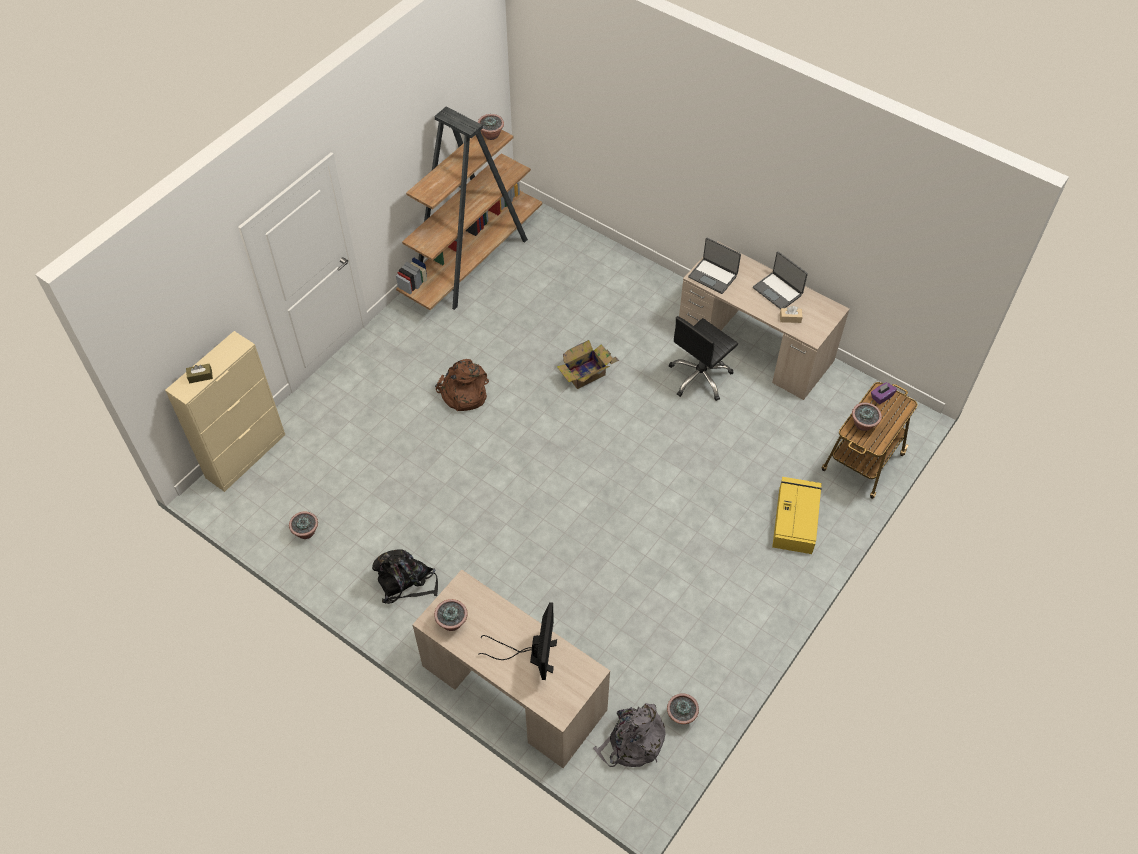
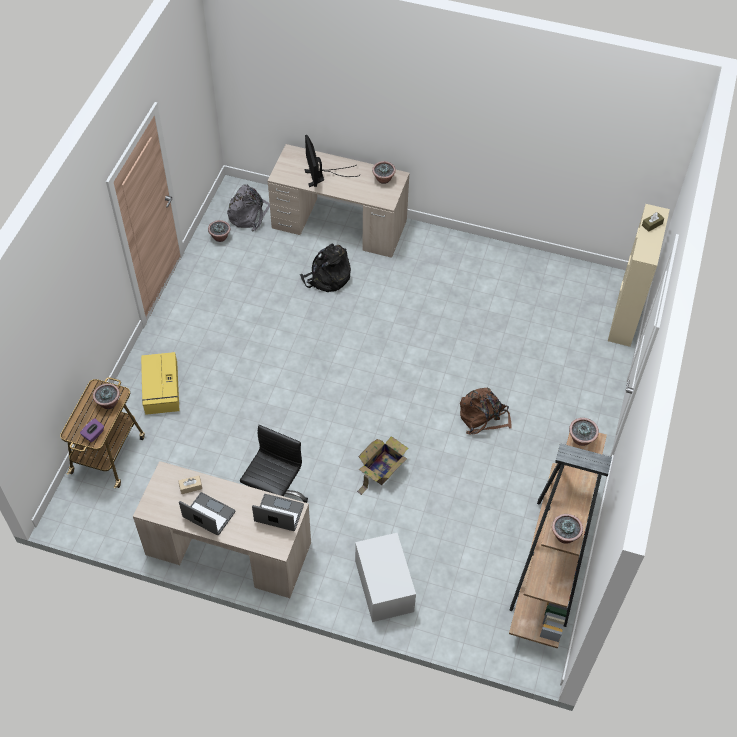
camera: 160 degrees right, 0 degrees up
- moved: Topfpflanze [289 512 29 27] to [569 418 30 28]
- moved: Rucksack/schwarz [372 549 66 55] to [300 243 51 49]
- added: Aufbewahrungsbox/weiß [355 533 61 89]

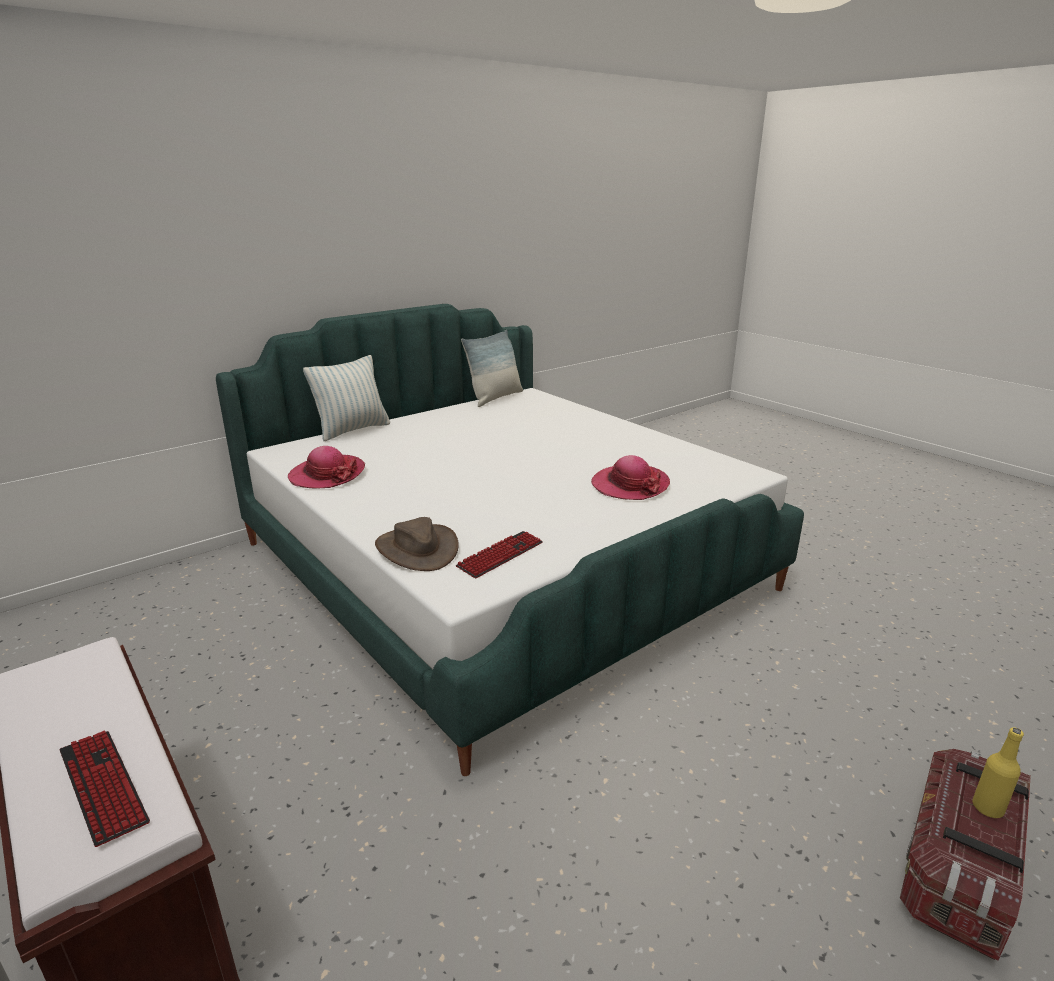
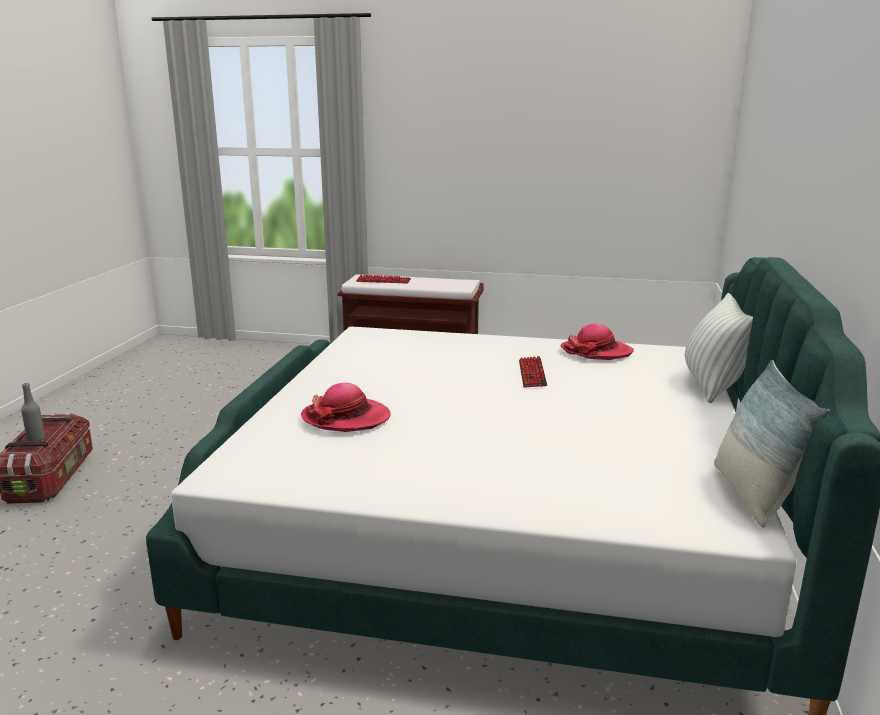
camera: 140 degrees right, 5 degrees down
- removed: Hut/braun [375 517 84 54]
- moved: Tastatur [456 531 87 47] to [519 356 28 32]
- recoloured: Flasche/gelb [972 727 52 91] to Flasche/grau [21 383 24 59]

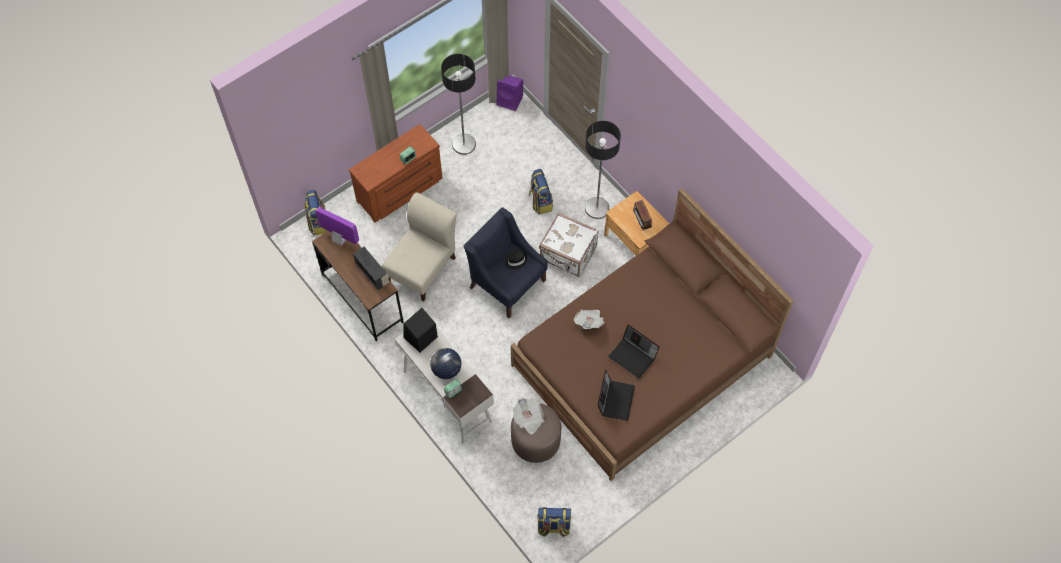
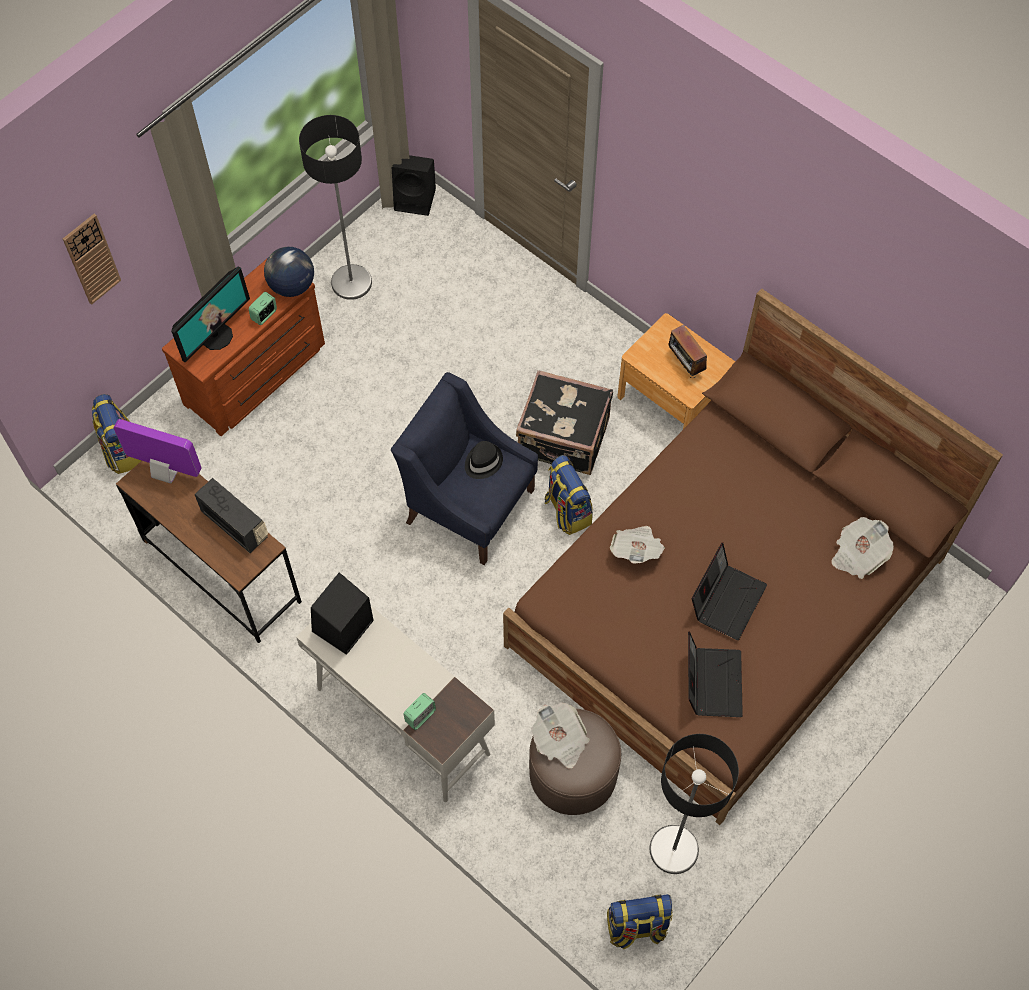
camera: 10 degrees left, 0 degrees up
- recoloured: Lautsprecher/lila [496 75 27 36] to Lautsprecher/schwarz [392 155 44 61]
- moved: Stehlampe [585 121 36 98] to [650 734 89 140]
- moved: Rucksack [529 169 24 45] to [545 455 48 80]
- removed: Stuhl/beige [381 192 76 109]
- recoloured: Koffer/weiß [539 213 60 64] to Koffer/schwarz [516 370 97 105]
- turned: Laptop [608 325 51 53] = [692 543 75 97] 90 degrees counterclockwise
- moved: Globus [430 348 31 31] to [264 247 50 50]
- added: Wanduhr [63 214 58 91]
- added: Monitor [171 266 79 96]
- added: Zeitung [831 517 63 62]

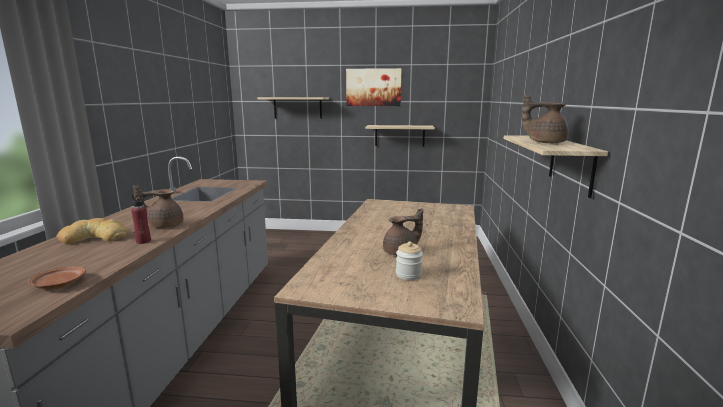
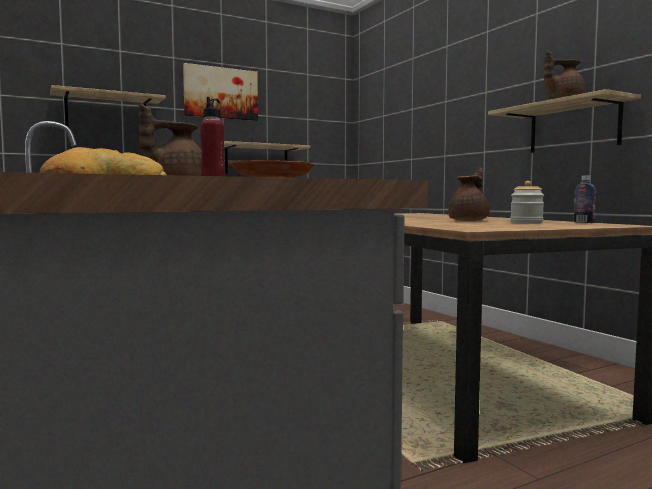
camera: 35 degrees left, 10 degrees down
- added: Flasche [574 175 22 48]

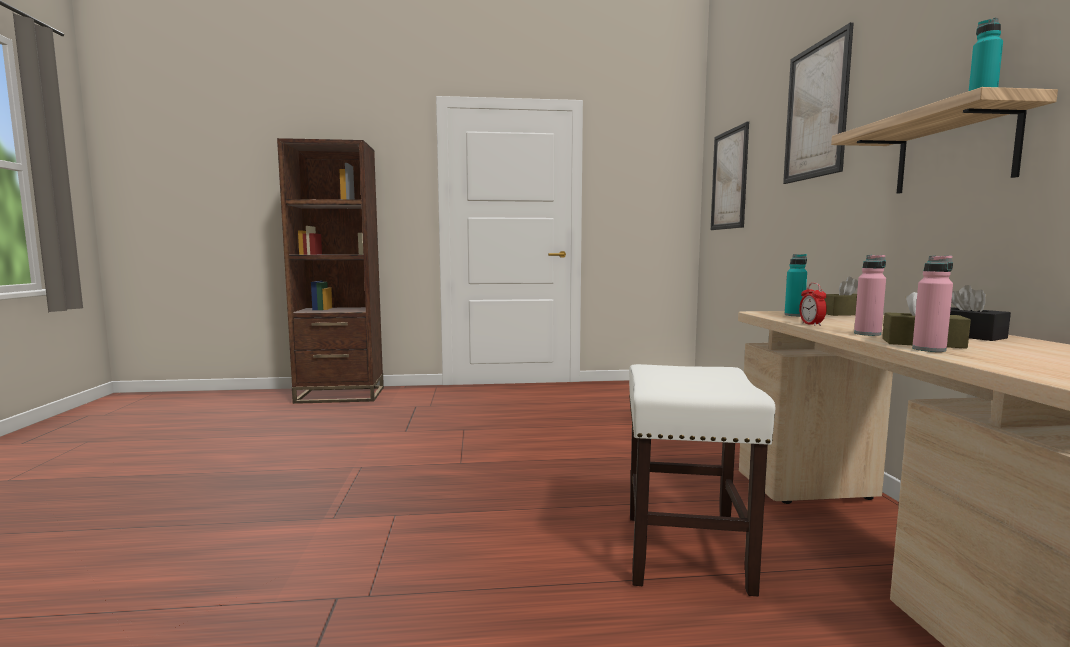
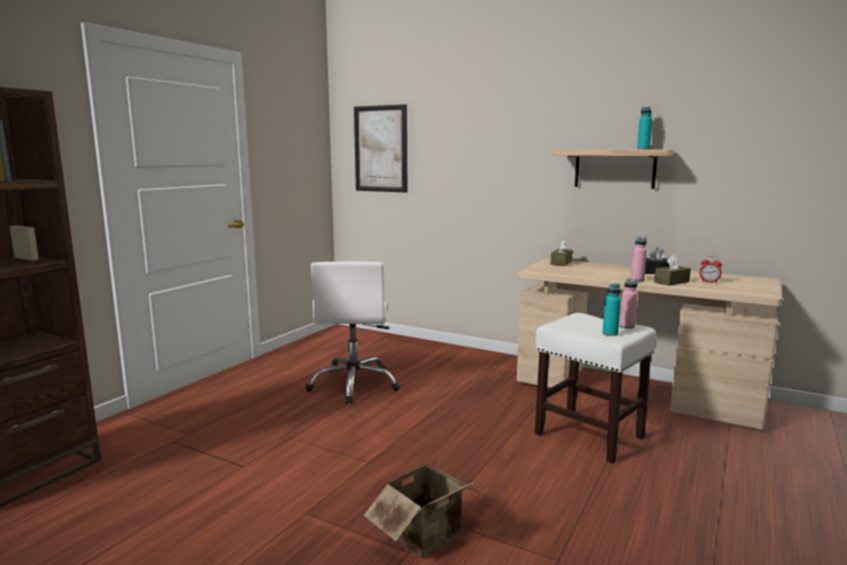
camera: 55 degrees left, 5 degrees up
- removed: Bild [783 22 71 162]
- moved: Flasche/türkis [784 254 23 62] to [602 283 19 53]
- moved: Flasche/rosa [912 255 41 97] to [619 278 18 51]
- moved: Wecker [799 283 28 43] to [700 256 22 27]
- added: Bürostuhl/weiß [305 262 95 142]
- added: Karton [364 458 117 100]

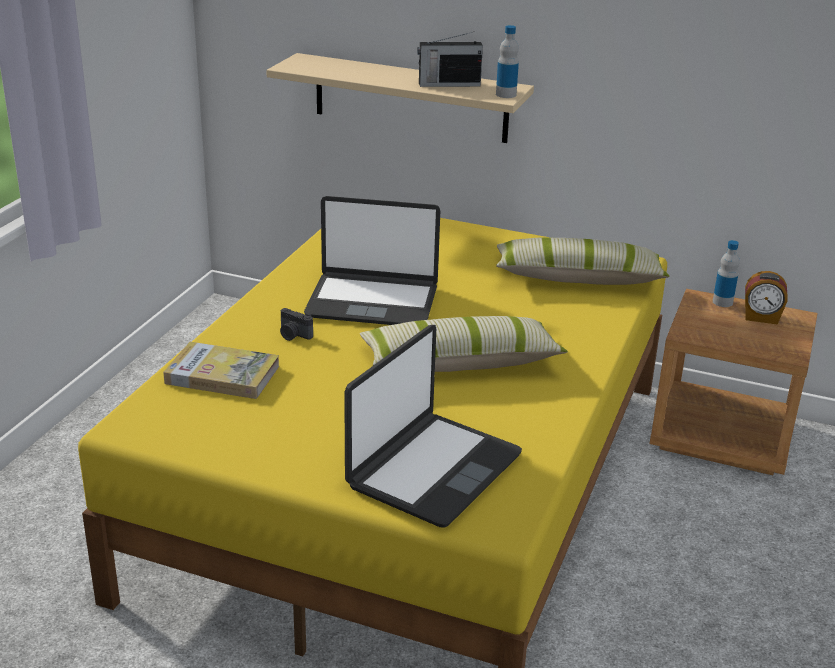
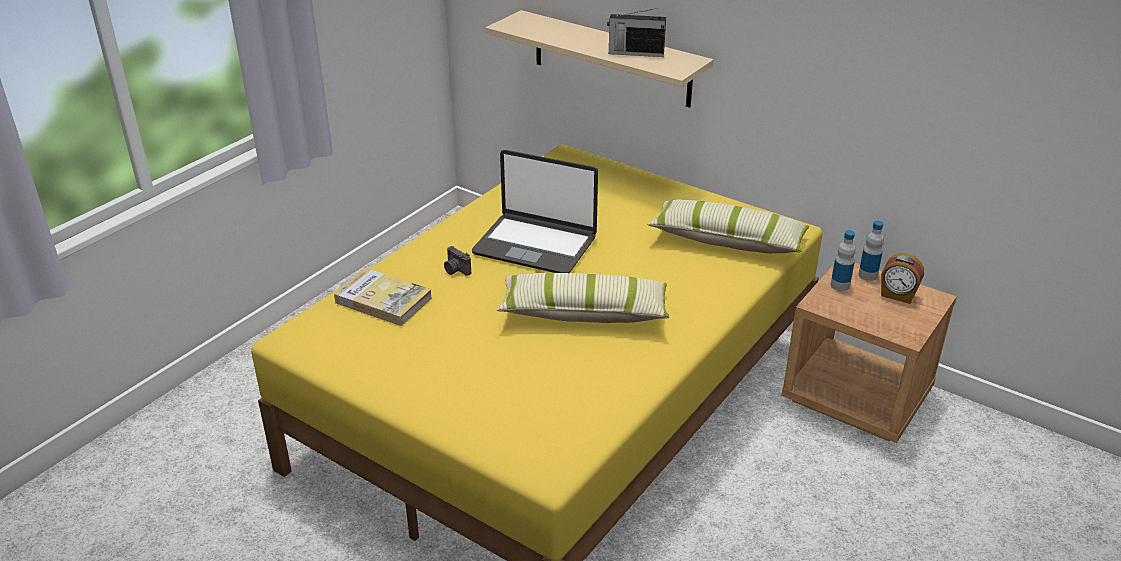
camera: 15 degrees right, 5 degrees up
- moved: Flasche [496 25 23 73] to [831 230 25 61]
- removed: Laptop [344 325 178 203]

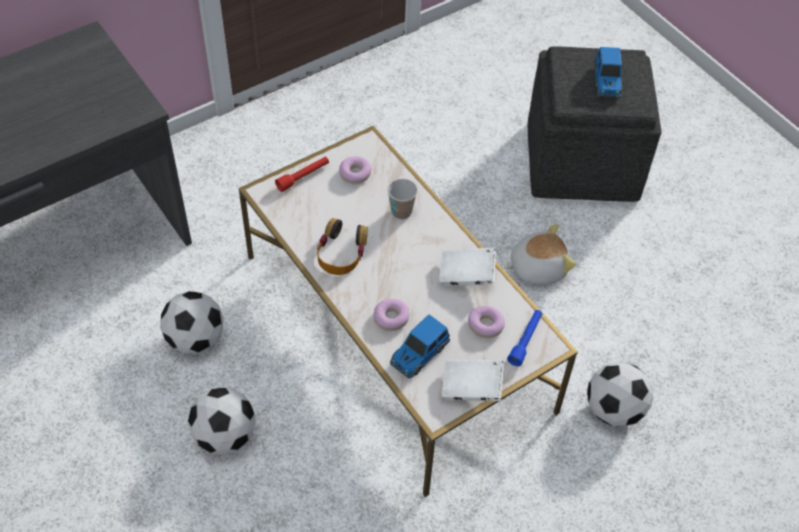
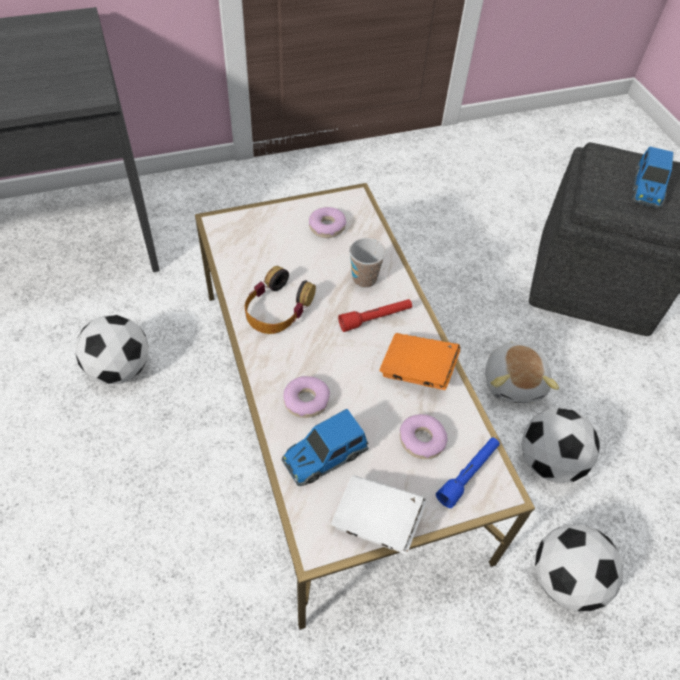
camera: 15 degrees right, 0 degrees up
- moved: Taschenlampe/rot [275 157 54 35] to [338 299 74 33]
- turned: Plüschtier [505 224 71 61] = [485 341 74 62] 90 degrees clockwise
- recoloured: Buch/weiß [439 247 57 39] to Buch/orange [379 333 81 57]
- moved: Fußball [188 387 67 67] to [521 408 79 75]

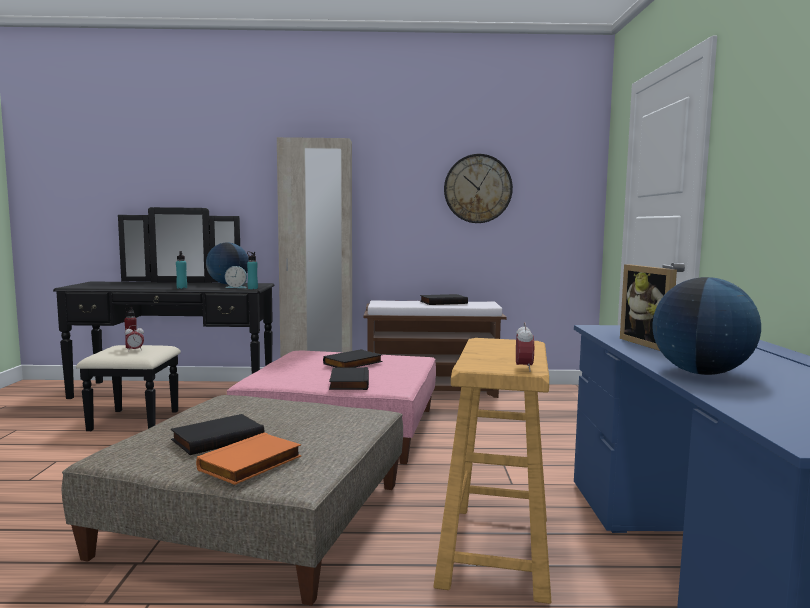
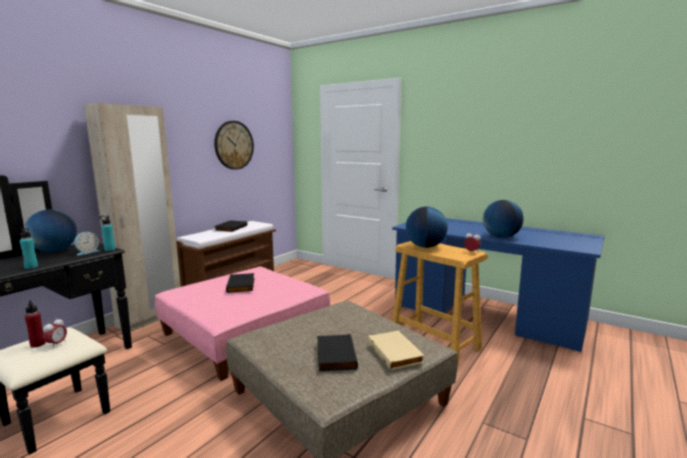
camera: 55 degrees left, 5 degrees up
- removed: Bilderrahmen [620 264 57 87]
- removed: Buch/schwarz [329 367 40 23]
- recoloured: Buch/orange [196 432 105 53] to Buch/beige [367 331 57 39]
- added: Globus [406 206 42 42]

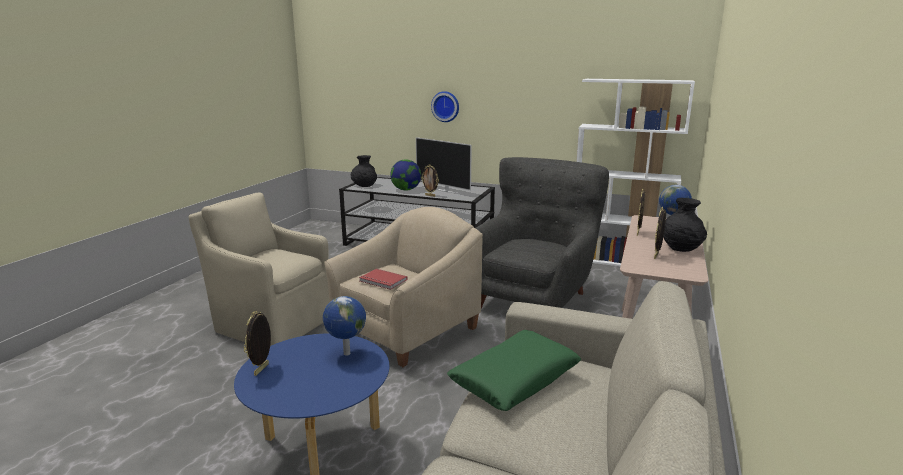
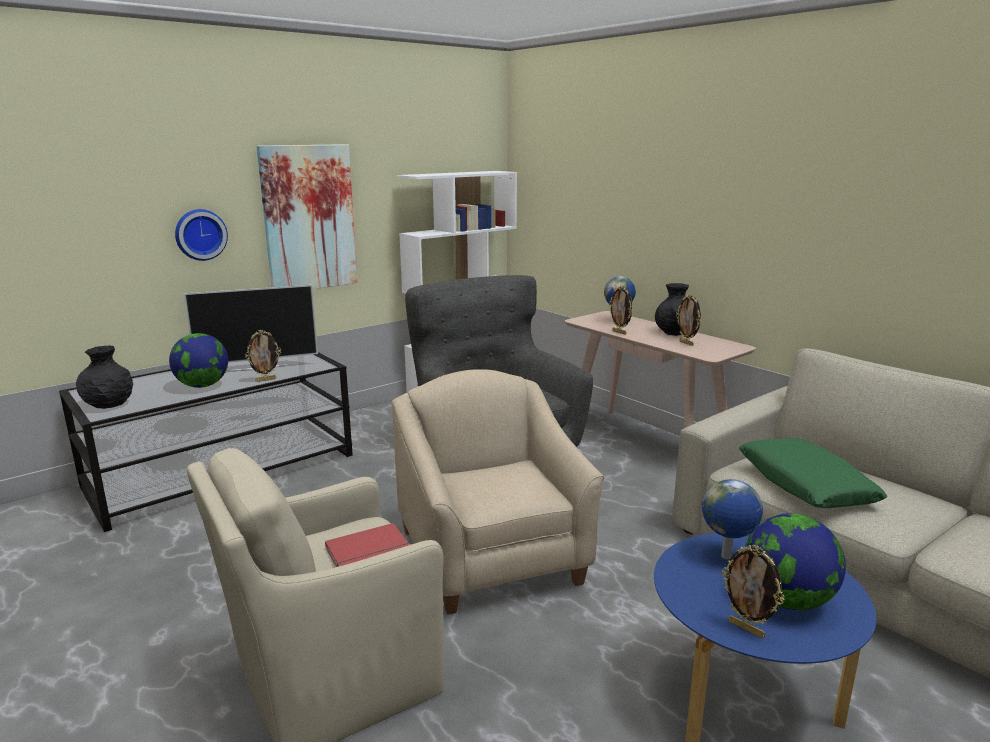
camera: 60 degrees left, 0 degrees up
- moved: Buch/rot [359 269 49 21] to [325 523 85 44]
- added: Bild [257 144 101 145]
- added: Globus [745 513 101 97]

